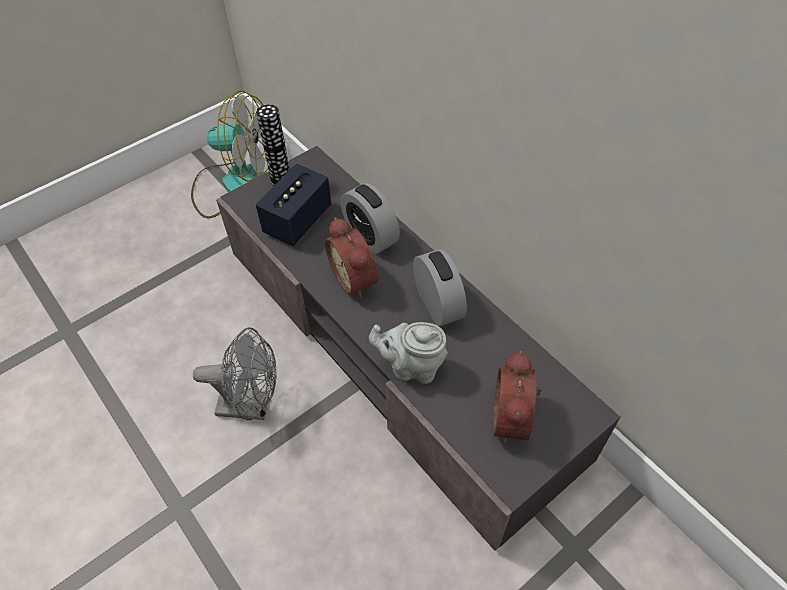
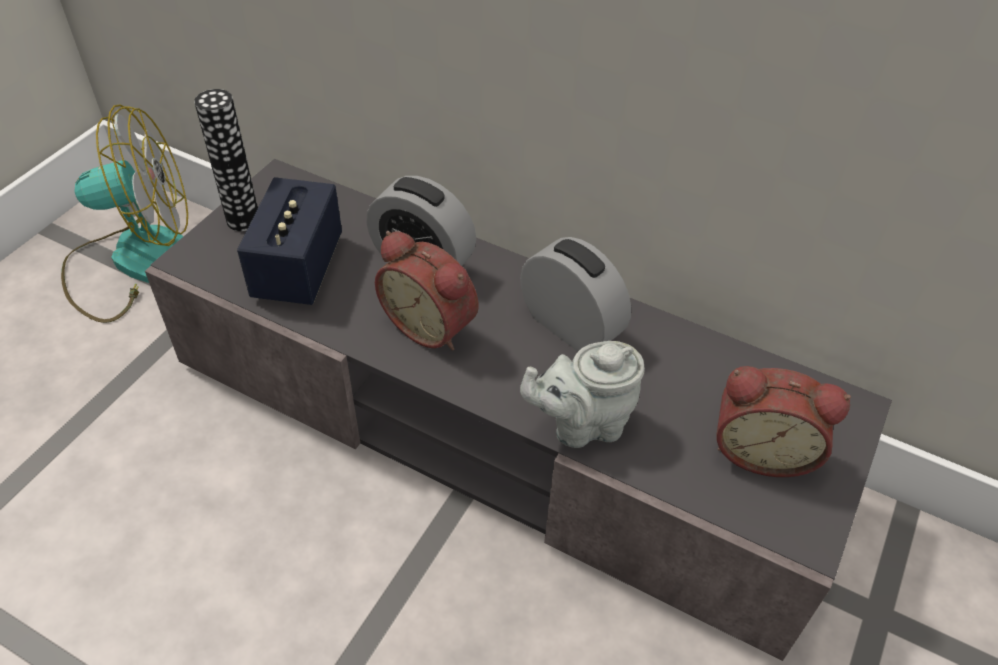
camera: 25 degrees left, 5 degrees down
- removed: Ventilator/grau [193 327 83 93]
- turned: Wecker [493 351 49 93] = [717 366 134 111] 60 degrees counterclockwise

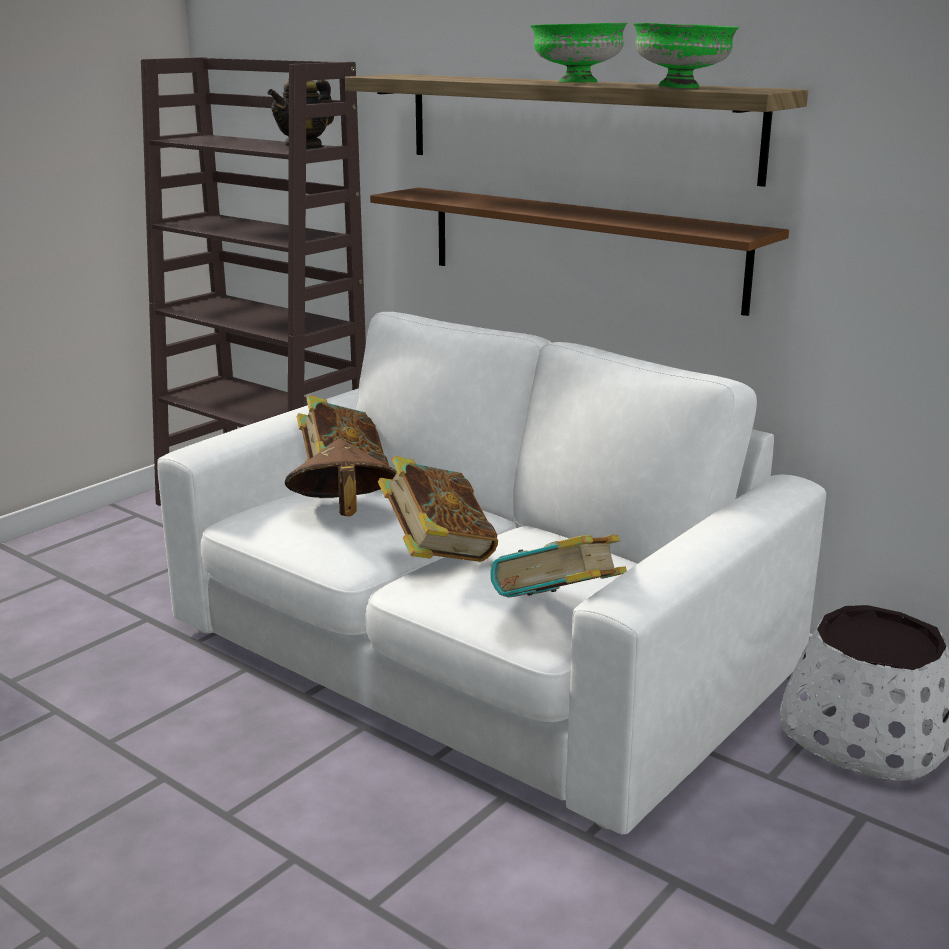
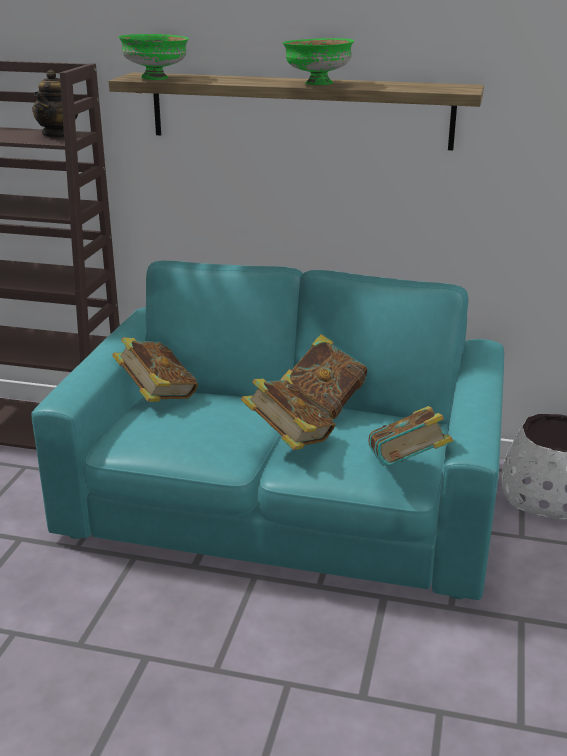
camera: 25 degrees left, 5 degrees up
- moved: Schüssel/grün [633 23 106 65] to [118 34 71 46]
- removed: Wandregal/braun [370 187 419 129]
- recoloured: Sofa/weiß [157 312 669 523] to Sofa/türkis [31 261 473 339]
- removed: Hut/braun [285 438 112 78]
- added: Buch [280 334 87 86]

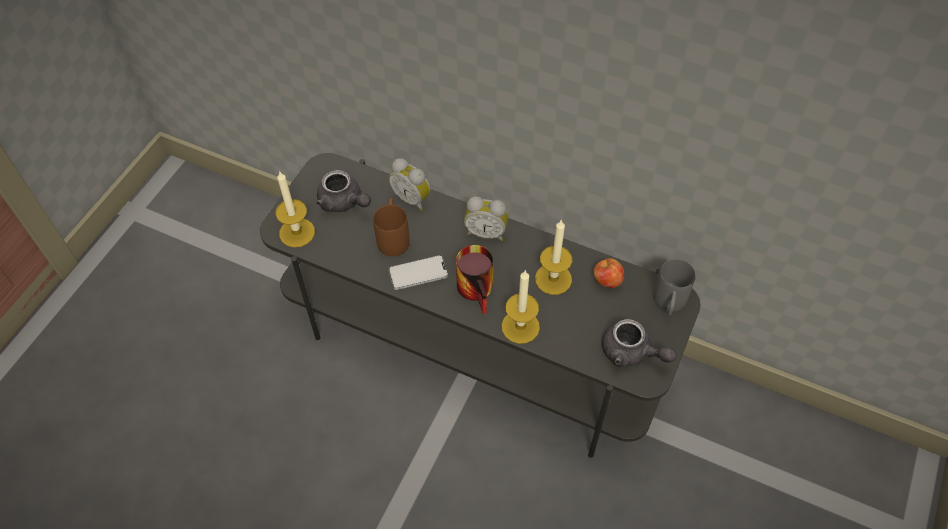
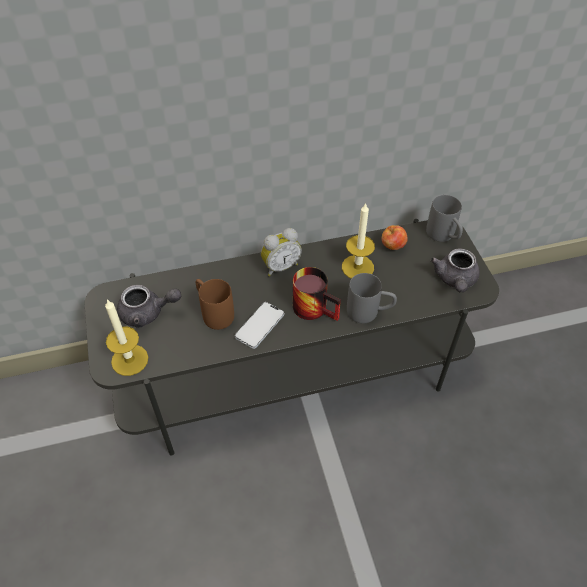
camera: 40 degrees left, 5 degrees down
- removed: Wecker [389 158 42 53]
- replaced: Kerze [501 270 39 74] to Henkelbecher/grau [347 273 50 50]
- turned: Teekanne/grau [602 319 74 48] = [431 249 49 44] 105 degrees clockwise

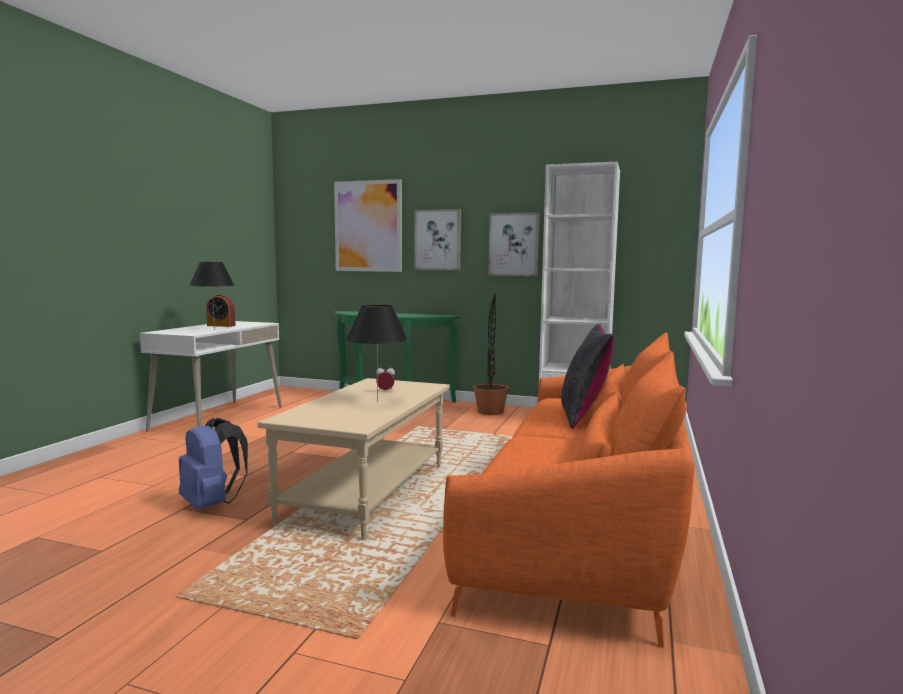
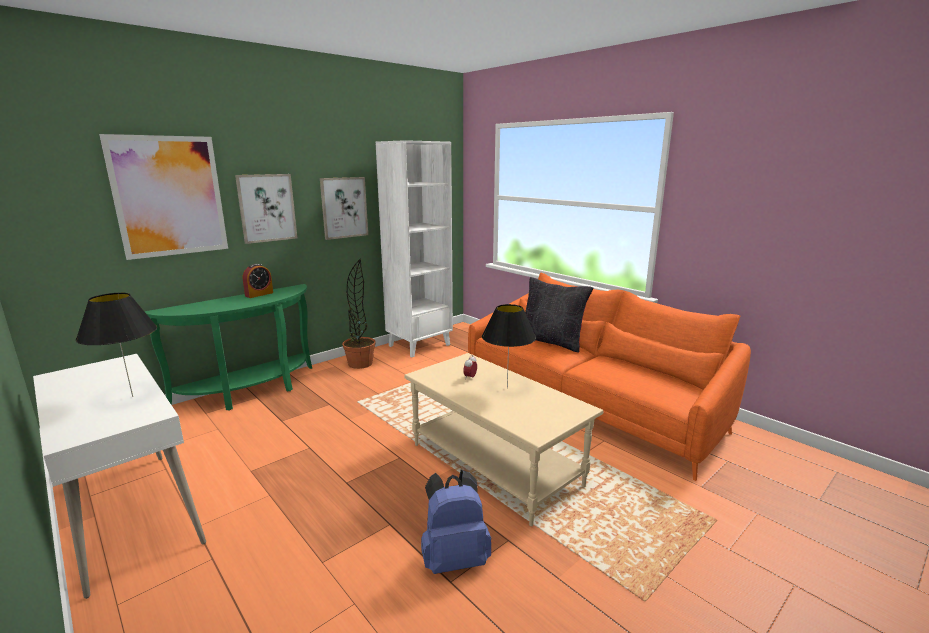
camera: 60 degrees left, 10 degrees up
- moved: Wecker [206 294 30 33] to [243 264 30 34]

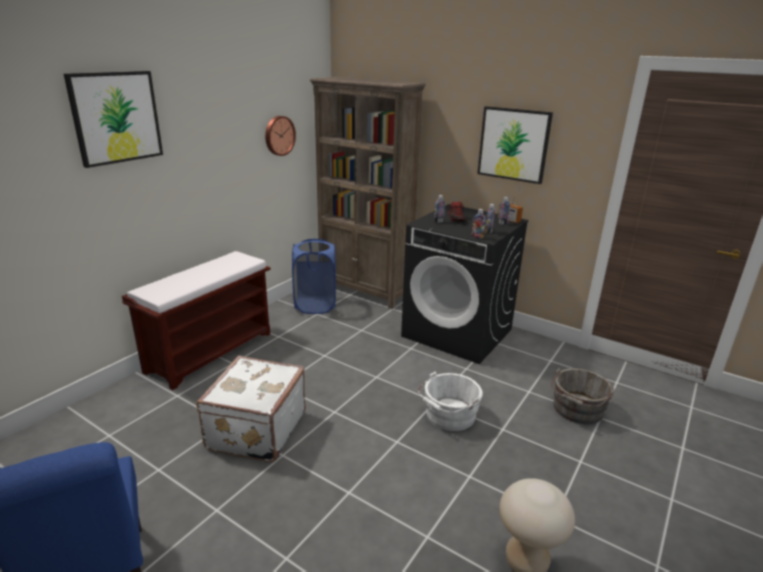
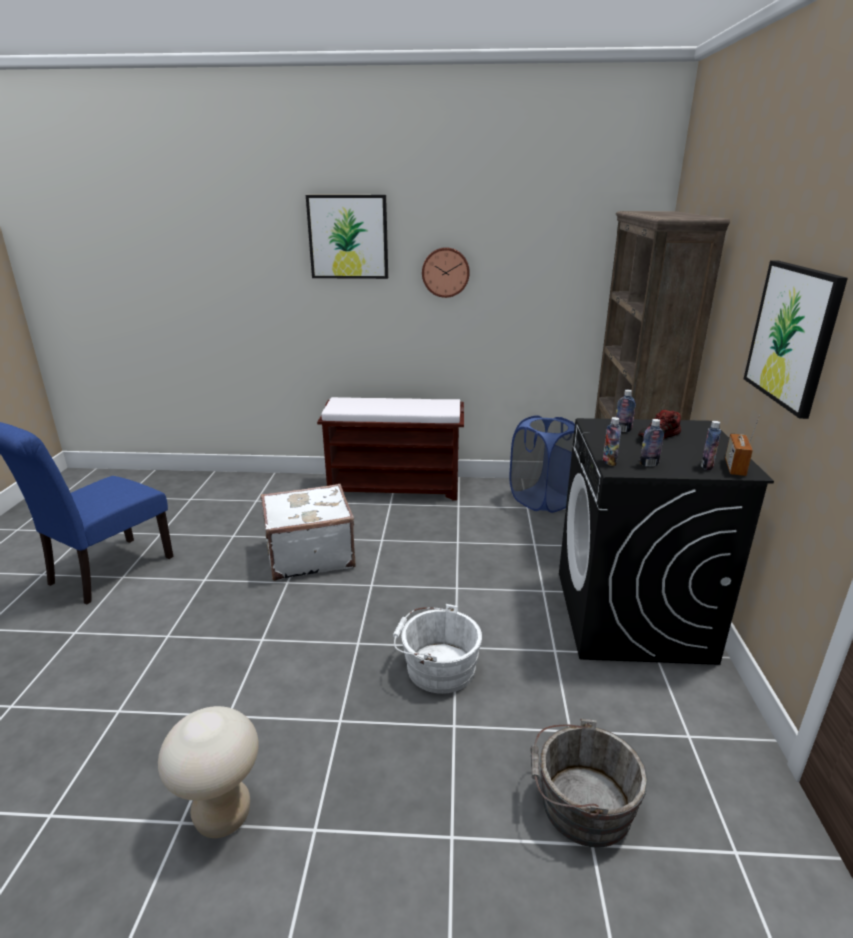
camera: 60 degrees right, 0 degrees up
- moved: Wanduhr [265 116 31 40] to [422 247 48 51]

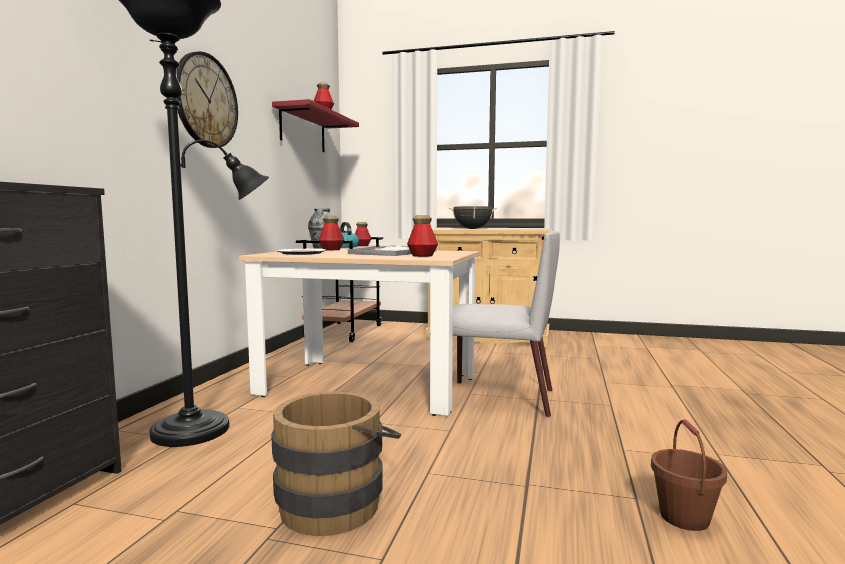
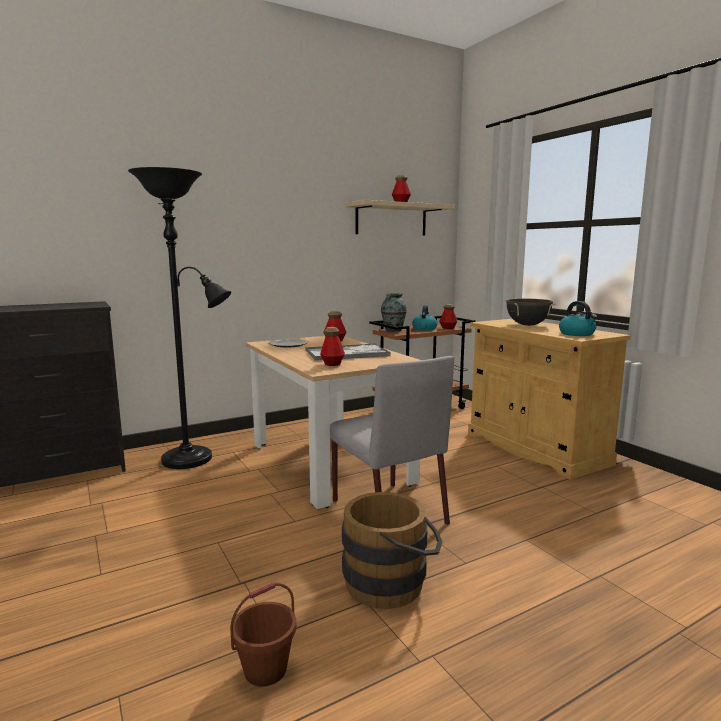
camera: 45 degrees right, 5 degrees up
- removed: Wanduhr [177 51 61 97]
- recoloured: Wandregal/rot [272 99 87 53] to Wandregal/beige [346 200 109 35]
- moved: Eimer/braun [271 391 130 145] to [342 492 101 117]
- added: Wasserkessel [559 301 38 35]

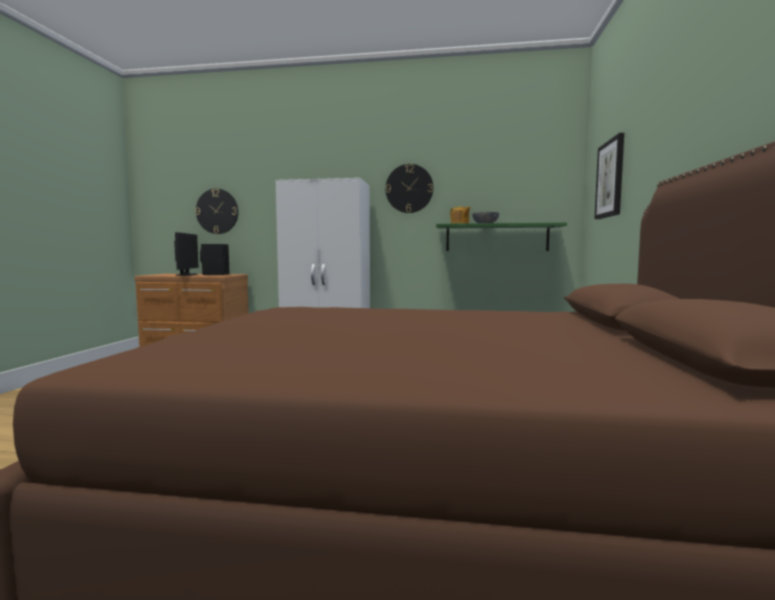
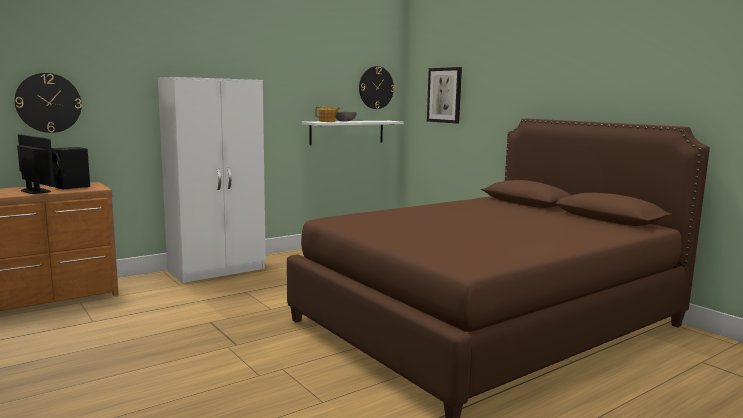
camera: 45 degrees left, 5 degrees up
- moved: Wanduhr [385 164 48 49] to [359 66 35 43]
- recoloured: Wandregal/grün [436 222 131 29] to Wandregal/weiß [302 121 102 24]

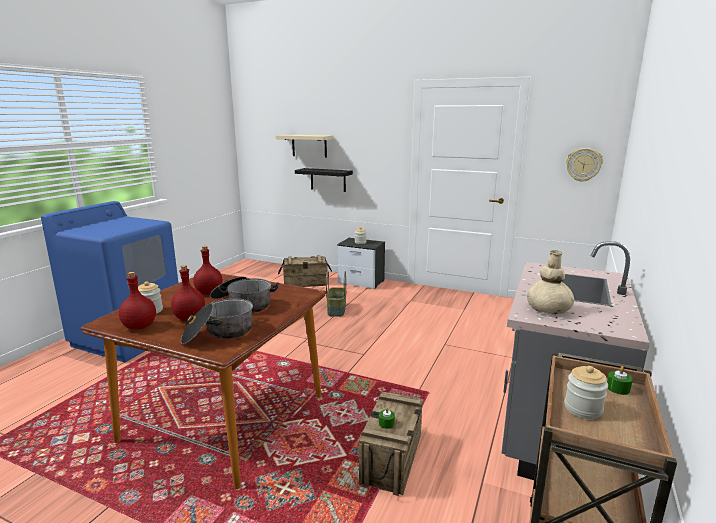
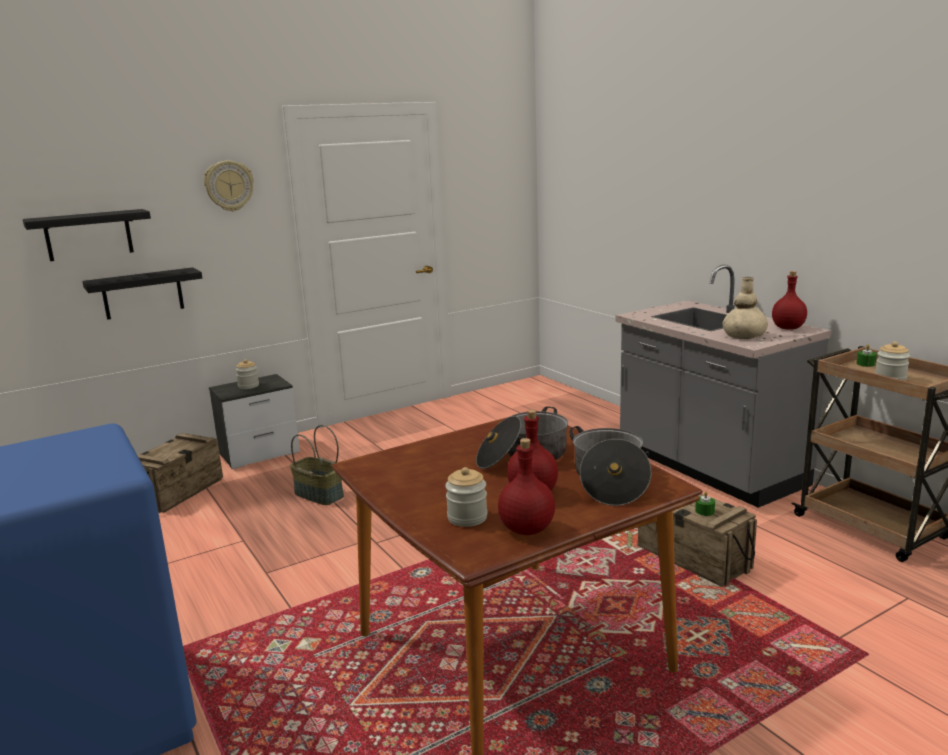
camera: 55 degrees left, 0 degrees up
- recoloured: Wandregal/beige [275 135 59 23] to Wandregal/schwarz [23 209 128 52]
- moved: Wanduhr [566 148 37 34] to [204 161 50 50]
- moved: Flasche/rot [193 246 30 49] to [772 271 35 59]

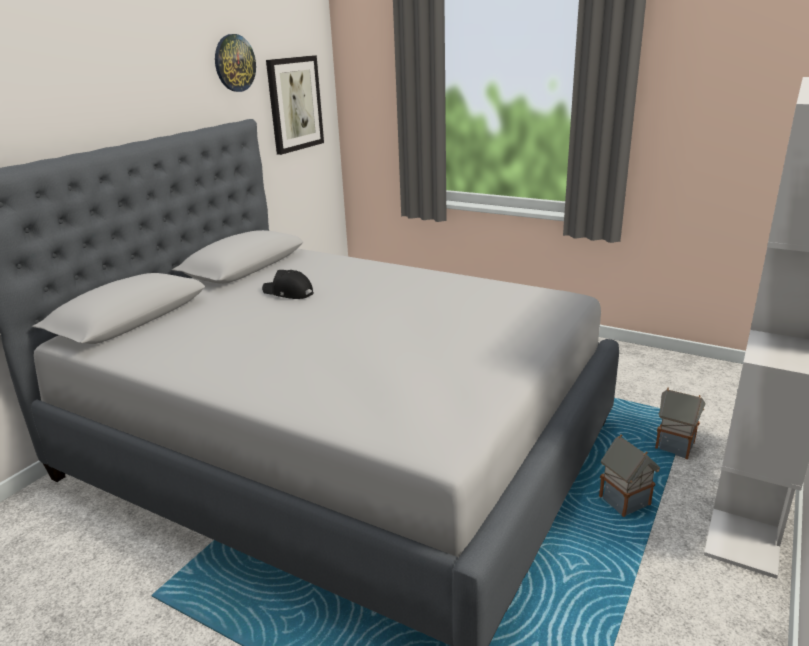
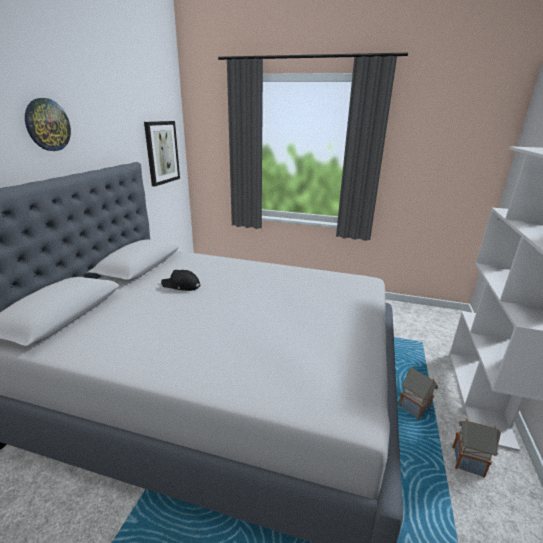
camera: 15 degrees left, 0 degrees up
- moved: Wanduhr [215 34 41 58] to [25 98 46 53]
- moved: Spielzeughaus [655 388 51 71] to [452 419 49 59]

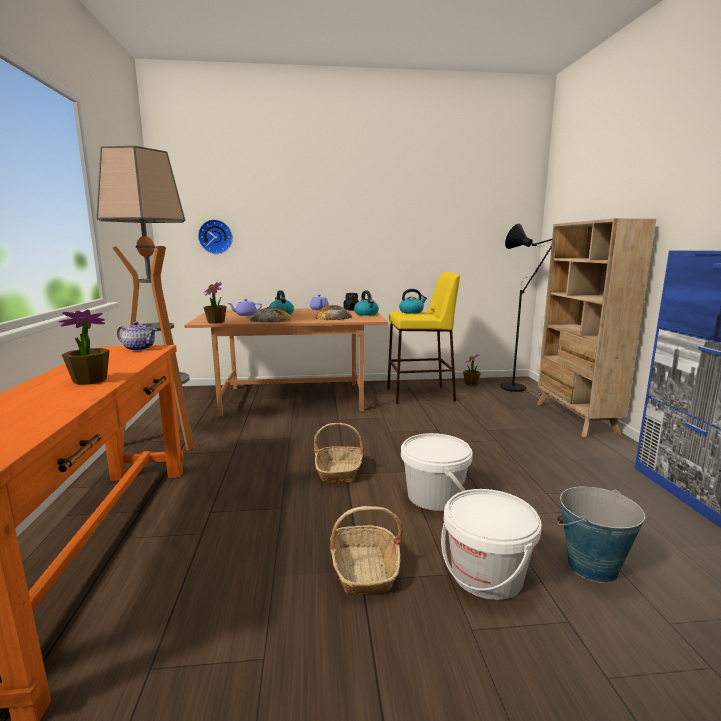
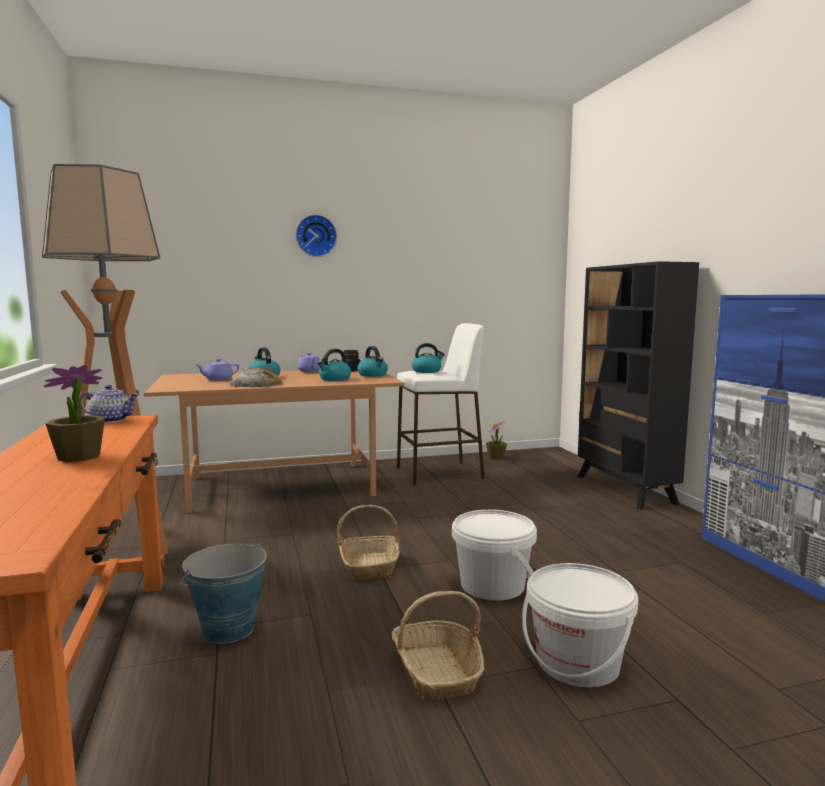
camera: 10 degrees left, 5 degrees down
- recoloured: Bücherregal/beige [536 218 120 219] to Bücherregal/schwarz [578 261 121 248]
- moved: Wanduhr [198 219 35 35] to [296 214 41 43]
- removed: Stehlampe/schwarz [500 224 52 173]
- recoloured: Hocker/gelb [387 272 73 132] to Hocker/weiß [397 323 88 162]
- removed: Topfpflanze [204 282 23 42]
- replaced: Brot [315 305 37 15] to Wasserkessel [317 349 34 32]
- moved: Eimer [557 486 88 97] to [180 543 87 101]

